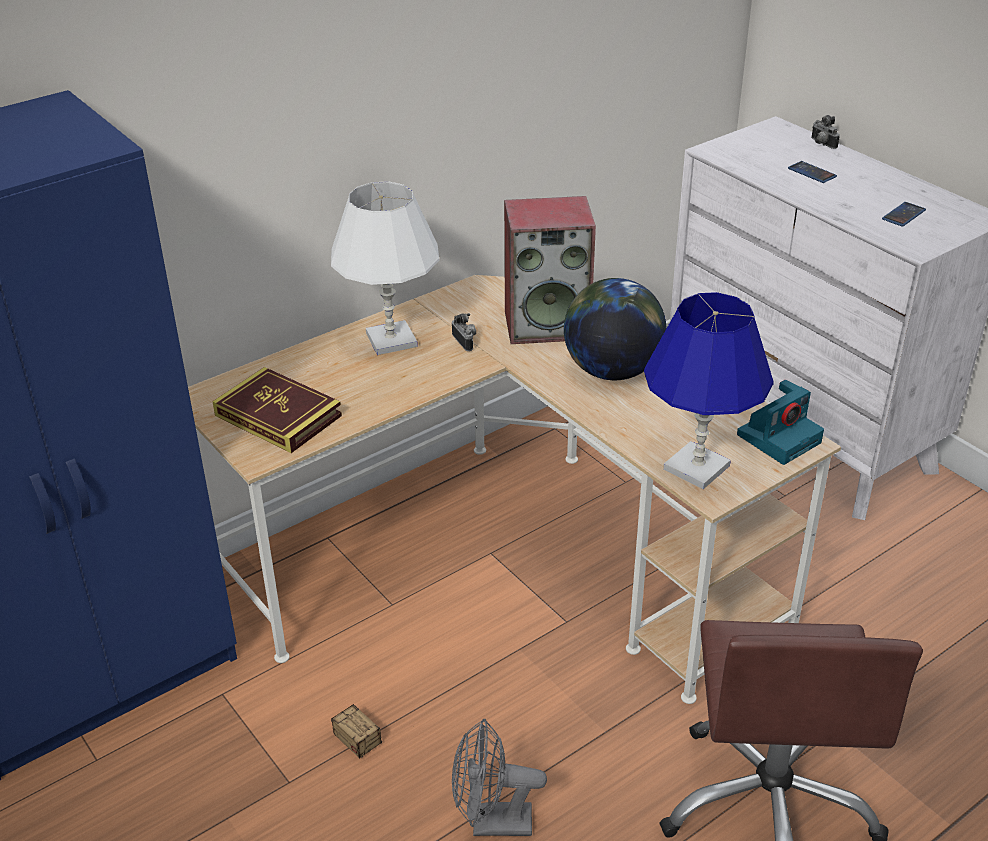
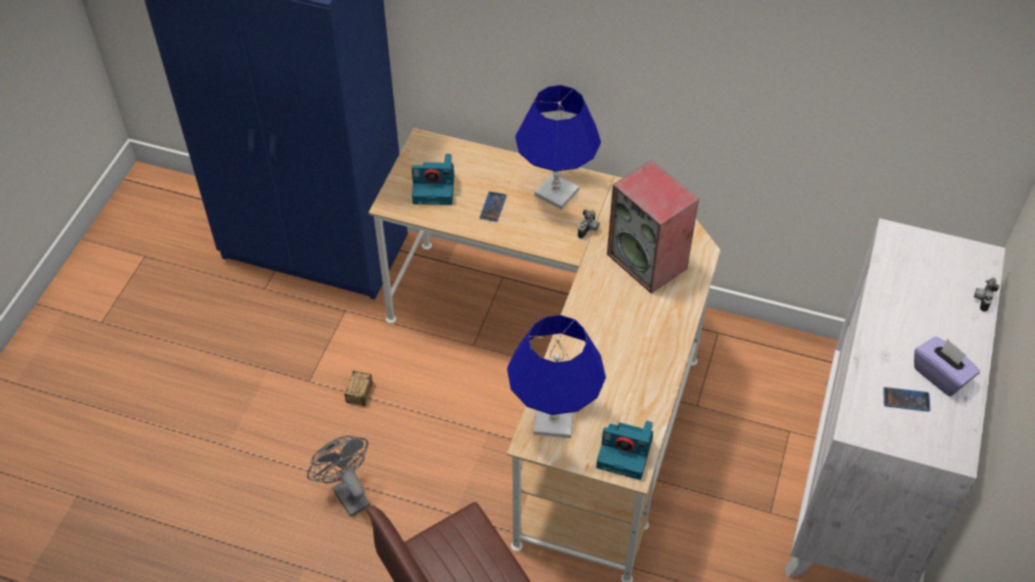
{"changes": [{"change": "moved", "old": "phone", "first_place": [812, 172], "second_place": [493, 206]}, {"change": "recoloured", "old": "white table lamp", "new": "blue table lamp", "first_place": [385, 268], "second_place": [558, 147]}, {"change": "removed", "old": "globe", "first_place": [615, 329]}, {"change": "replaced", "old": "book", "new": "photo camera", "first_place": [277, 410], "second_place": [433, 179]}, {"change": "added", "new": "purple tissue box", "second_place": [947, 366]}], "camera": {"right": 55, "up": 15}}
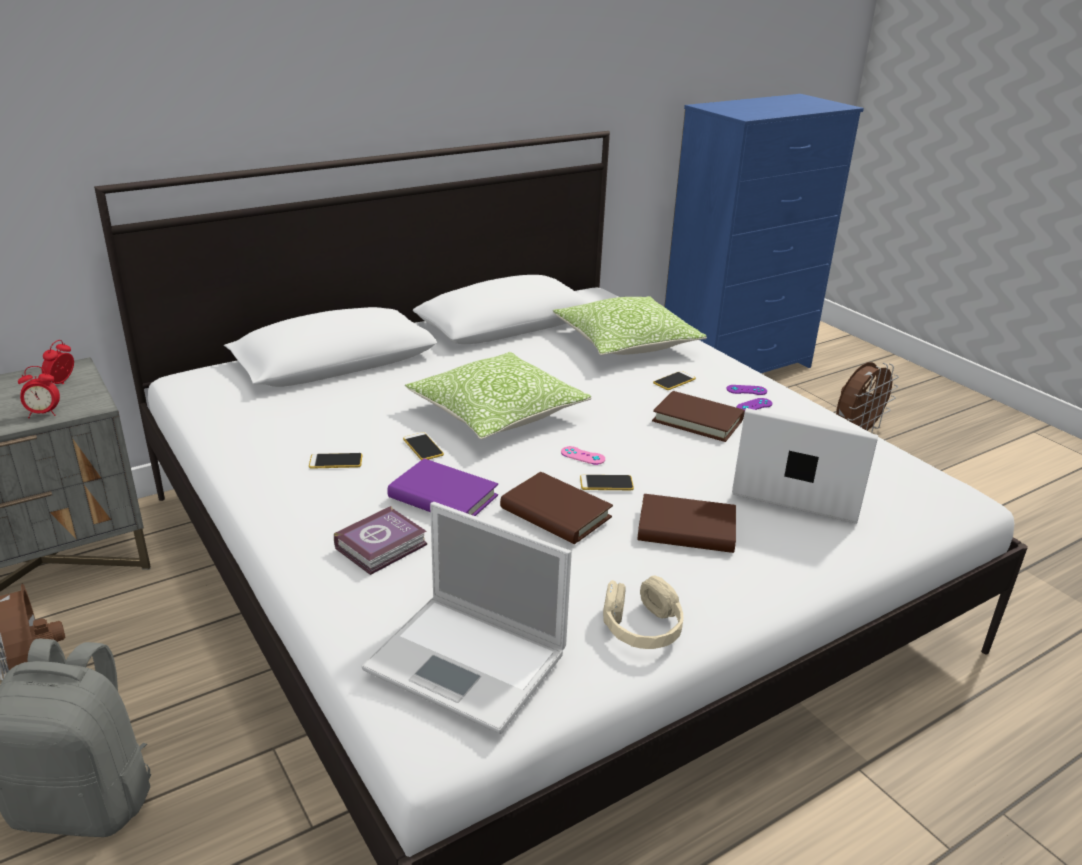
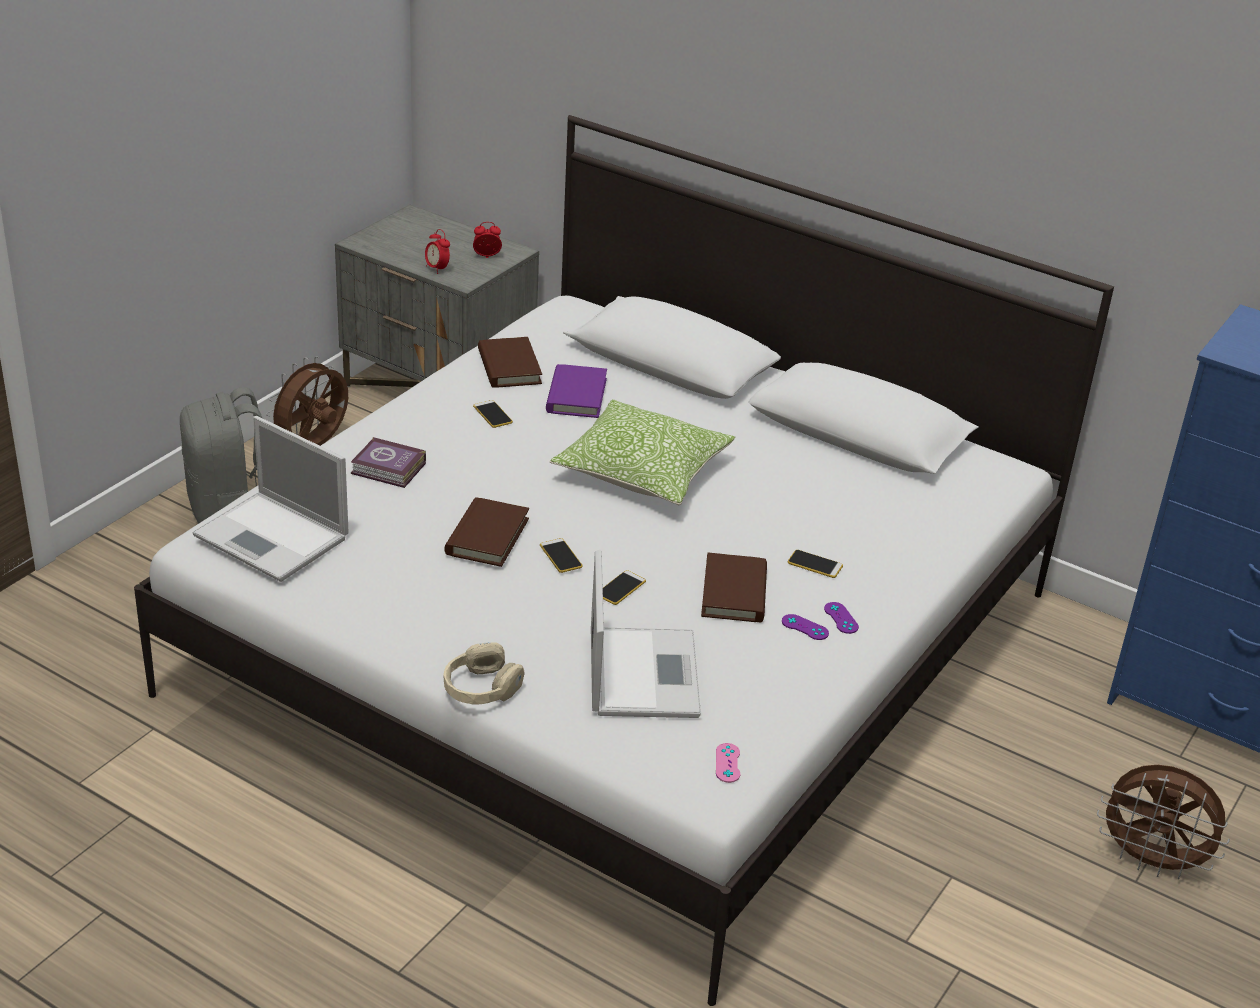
{"changes": [{"change": "removed", "old": "pillow", "first_place": [630, 325]}, {"change": "moved", "old": "phone", "first_place": [423, 446], "second_place": [624, 587]}, {"change": "moved", "old": "pink game controller", "first_place": [583, 455], "second_place": [728, 763]}, {"change": "moved", "old": "purple book", "first_place": [442, 487], "second_place": [576, 391]}, {"change": "moved", "old": "brown book", "first_place": [686, 523], "second_place": [510, 362]}, {"change": "turned", "old": "laptop", "first_place": [467, 618], "second_place": [271, 499], "degrees": -60}, {"change": "moved", "old": "beige headphones", "first_place": [643, 612], "second_place": [484, 673]}], "camera": {"right": 65, "up": 5}}
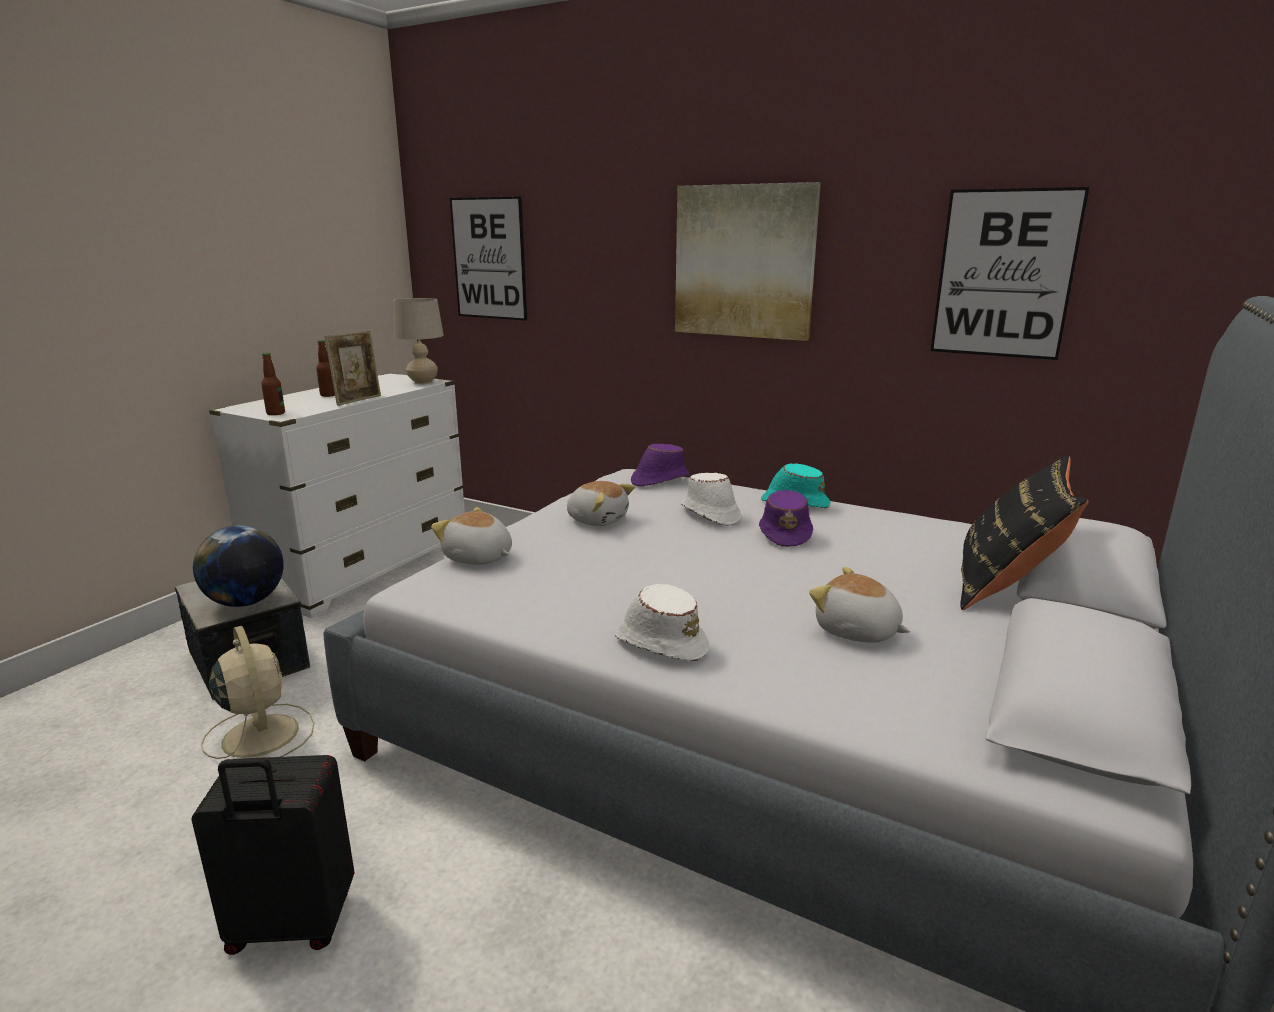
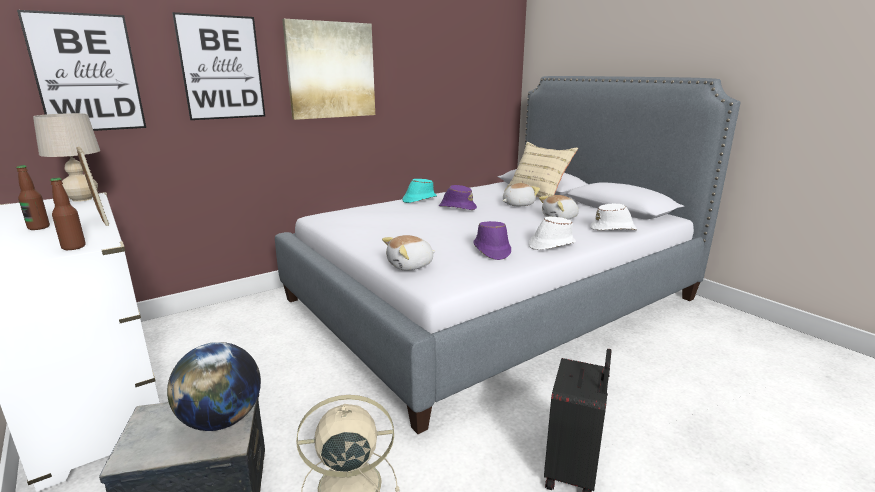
{"changes": [{"change": "moved", "old": "picture", "first_place": [1009, 273], "second_place": [218, 66]}, {"change": "moved", "old": "purple hat", "first_place": [660, 465], "second_place": [492, 240]}, {"change": "recoloured", "old": "black pillow", "new": "beige pillow", "first_place": [1024, 532], "second_place": [541, 169]}, {"change": "moved", "old": "white hat", "first_place": [711, 499], "second_place": [613, 216]}, {"change": "moved", "old": "plush toy", "first_place": [601, 503], "second_place": [521, 194]}], "camera": {"right": -65, "up": 0}}
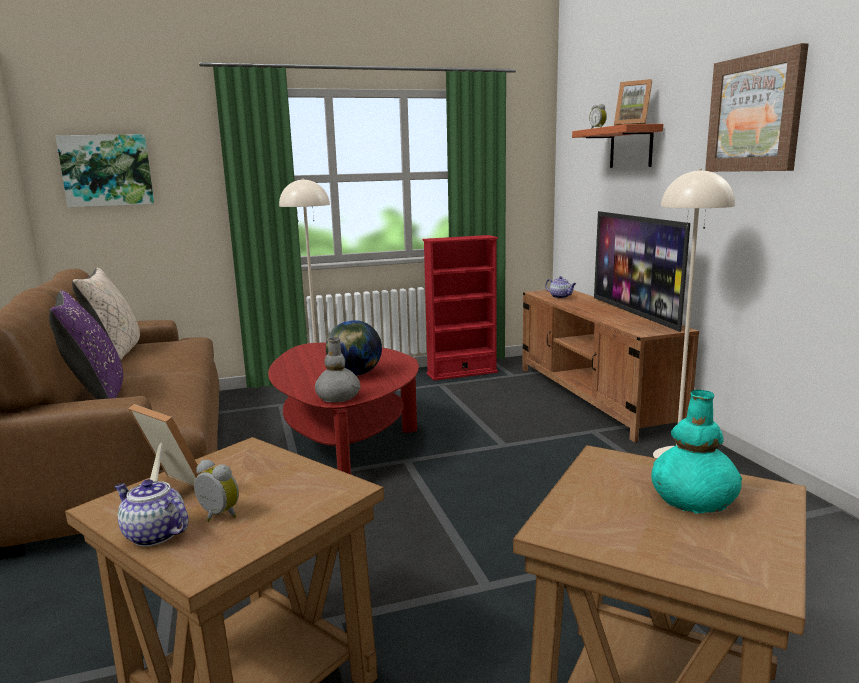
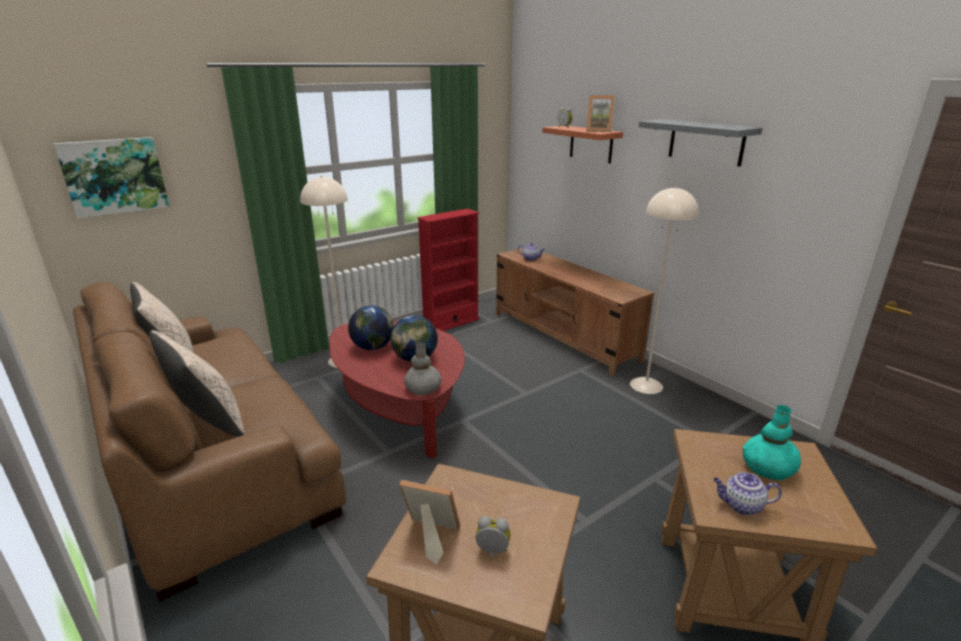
{"changes": [{"change": "replaced", "old": "picture", "new": "grey shelf", "first_place": [756, 107], "second_place": [701, 143]}, {"change": "removed", "old": "television", "first_place": [642, 271]}, {"change": "recoloured", "old": "purple pillow", "new": "beige pillow", "first_place": [86, 344], "second_place": [196, 383]}, {"change": "moved", "old": "teapot", "first_place": [151, 513], "second_place": [747, 493]}, {"change": "added", "new": "globe", "second_place": [371, 327]}], "camera": {"right": -20, "up": 10}}
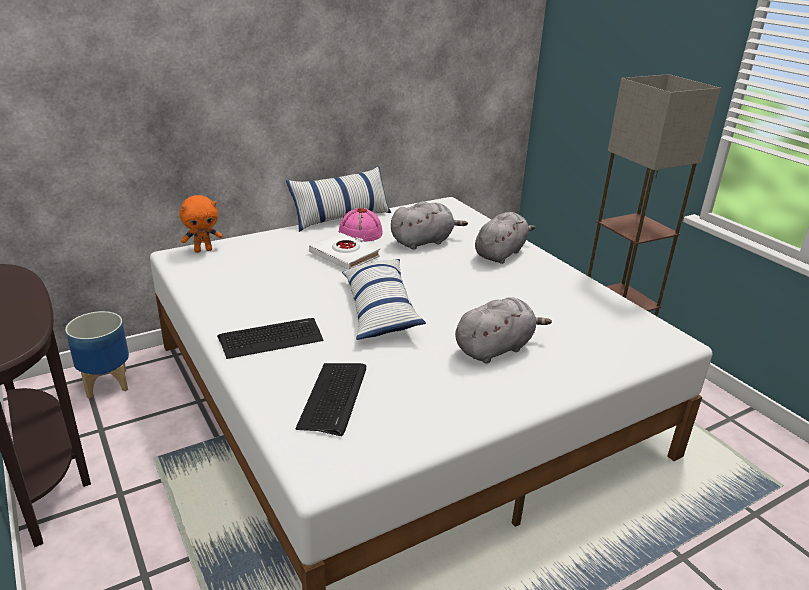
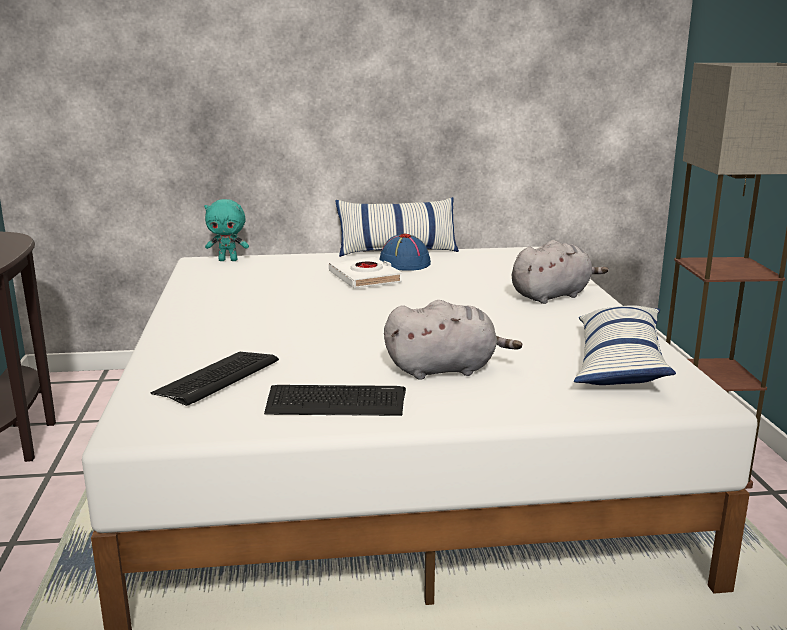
{"changes": [{"change": "recoloured", "old": "orange plush toy", "new": "turquoise plush toy", "first_place": [201, 224], "second_place": [226, 230]}, {"change": "removed", "old": "grey plush toy", "first_place": [429, 225]}, {"change": "recoloured", "old": "pink hat", "new": "blue hat", "first_place": [361, 225], "second_place": [405, 252]}, {"change": "moved", "old": "pillow", "first_place": [384, 299], "second_place": [625, 345]}, {"change": "removed", "old": "planter", "first_place": [97, 355]}, {"change": "moved", "old": "keyboard", "first_place": [270, 338], "second_place": [335, 400]}], "camera": {"right": 25, "up": -10}}
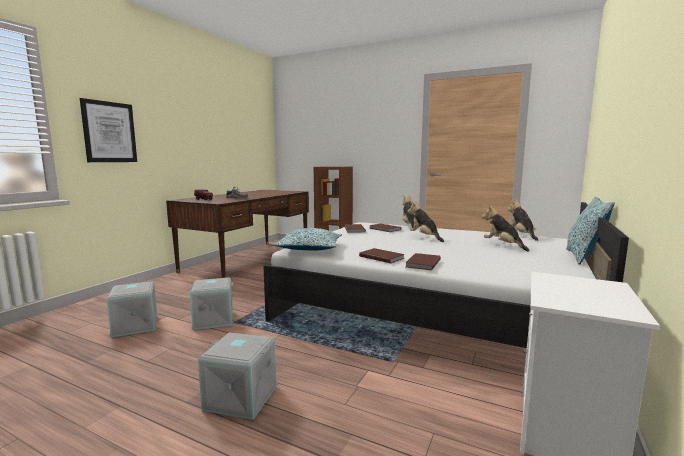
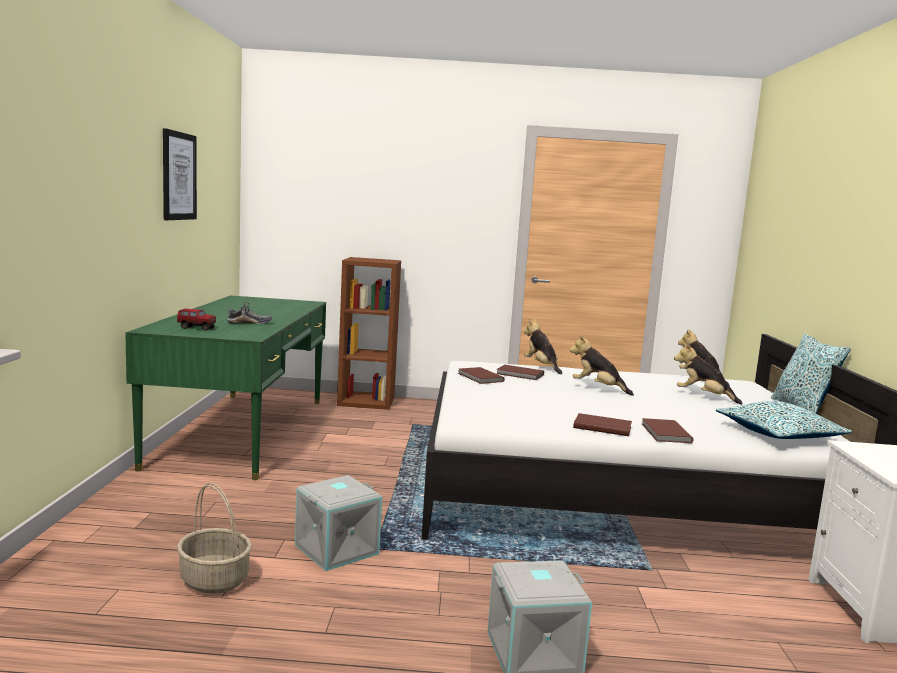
{"changes": [{"change": "moved", "old": "picture", "first_place": [108, 130], "second_place": [180, 174]}, {"change": "recoloured", "old": "brown desk", "new": "green desk", "first_place": [237, 234], "second_place": [225, 388]}, {"change": "moved", "old": "pillow", "first_place": [307, 239], "second_place": [784, 420]}, {"change": "replaced", "old": "grey storage box", "new": "basket", "first_place": [132, 309], "second_place": [214, 538]}], "camera": {"right": -25, "up": 0}}
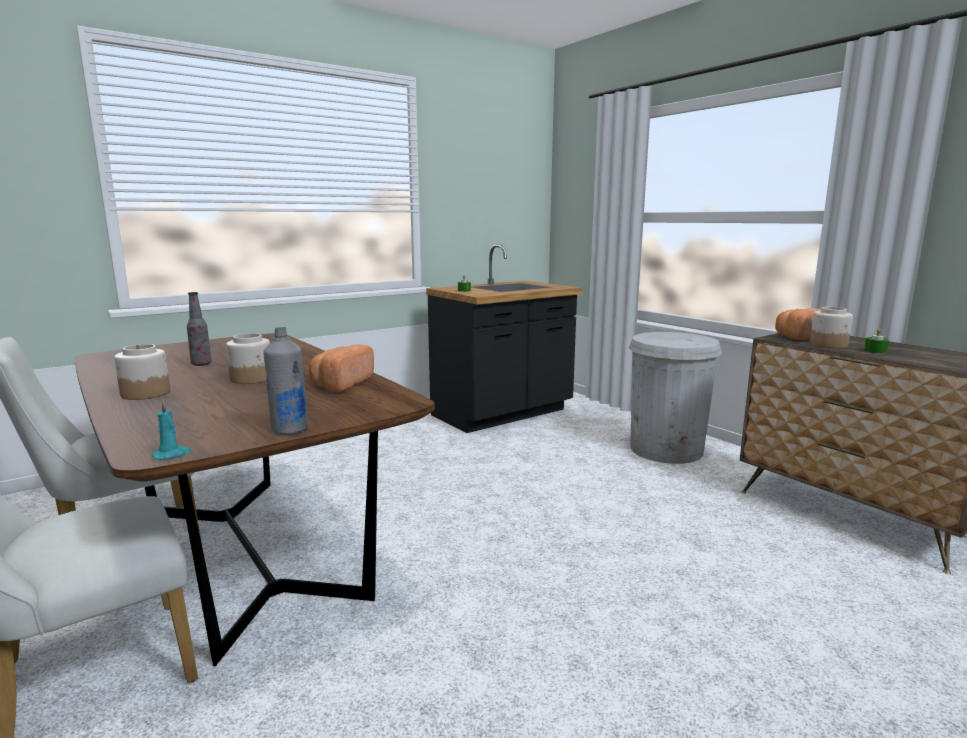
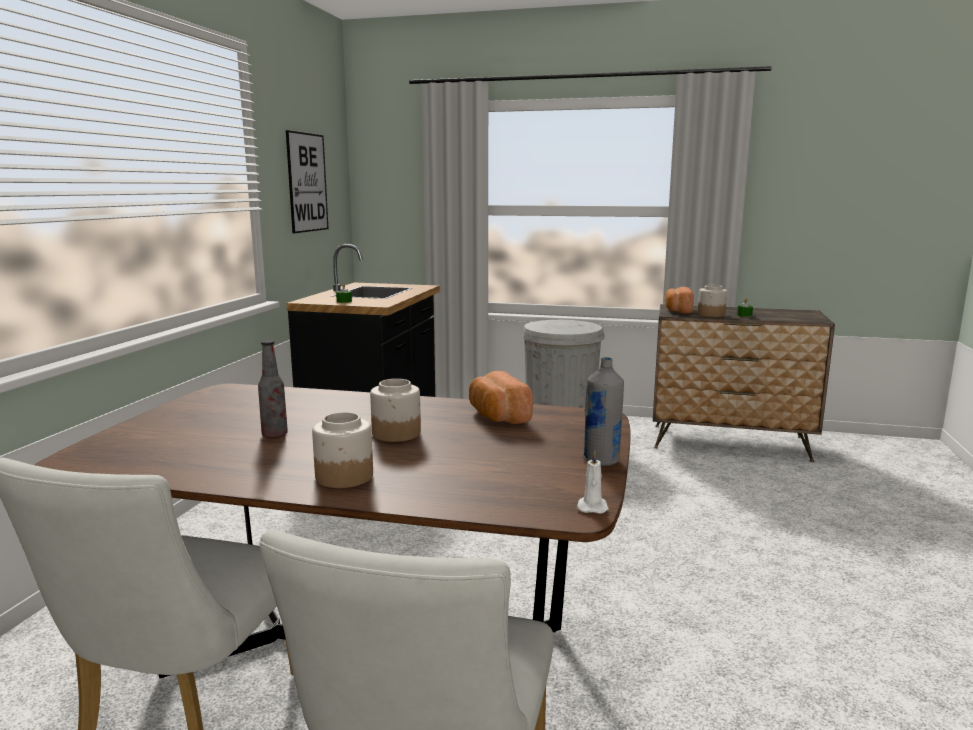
{"changes": [{"change": "recoloured", "old": "turquoise candle", "new": "white candle", "first_place": [171, 430], "second_place": [593, 482]}, {"change": "added", "new": "picture", "second_place": [307, 181]}], "camera": {"right": -40, "up": 0}}
